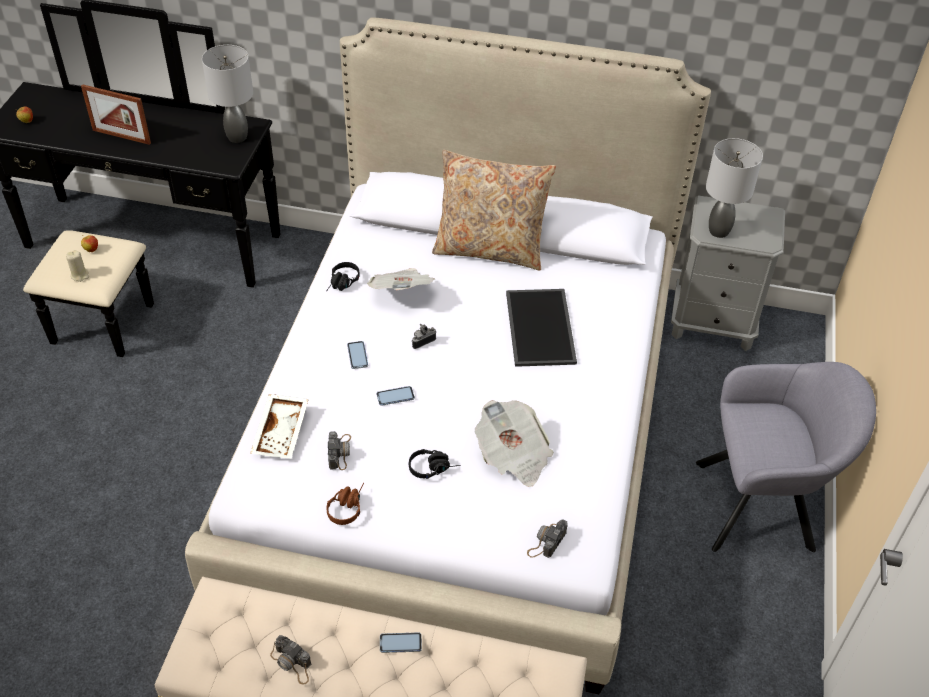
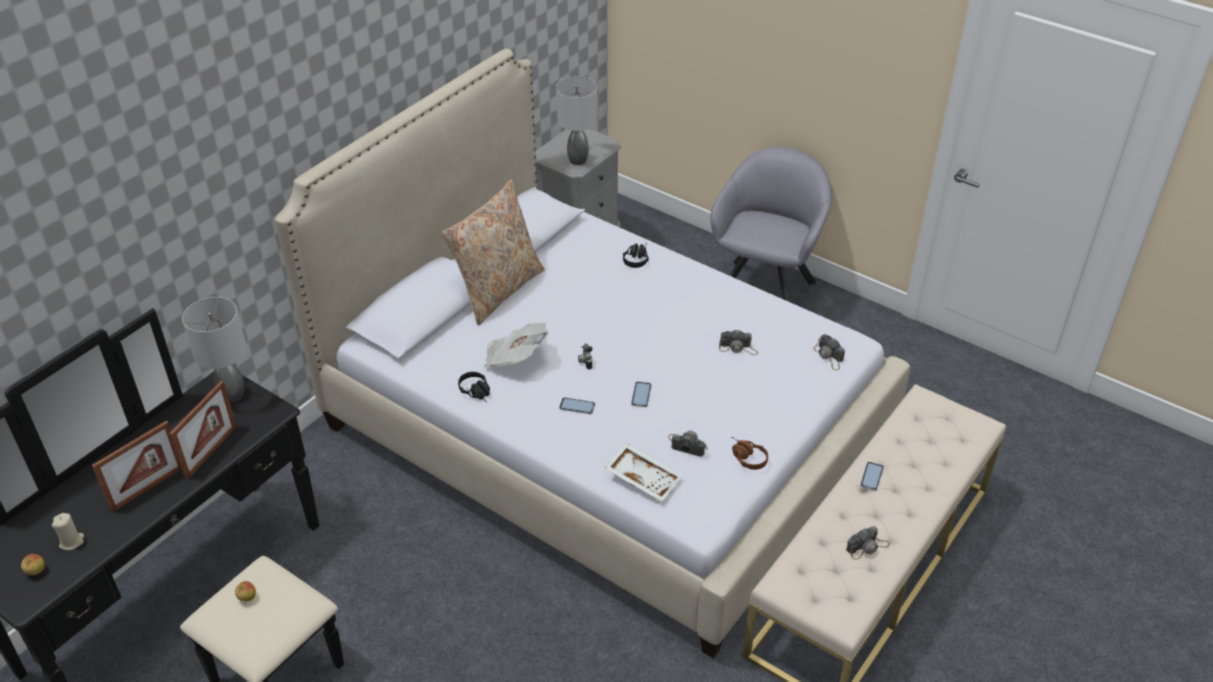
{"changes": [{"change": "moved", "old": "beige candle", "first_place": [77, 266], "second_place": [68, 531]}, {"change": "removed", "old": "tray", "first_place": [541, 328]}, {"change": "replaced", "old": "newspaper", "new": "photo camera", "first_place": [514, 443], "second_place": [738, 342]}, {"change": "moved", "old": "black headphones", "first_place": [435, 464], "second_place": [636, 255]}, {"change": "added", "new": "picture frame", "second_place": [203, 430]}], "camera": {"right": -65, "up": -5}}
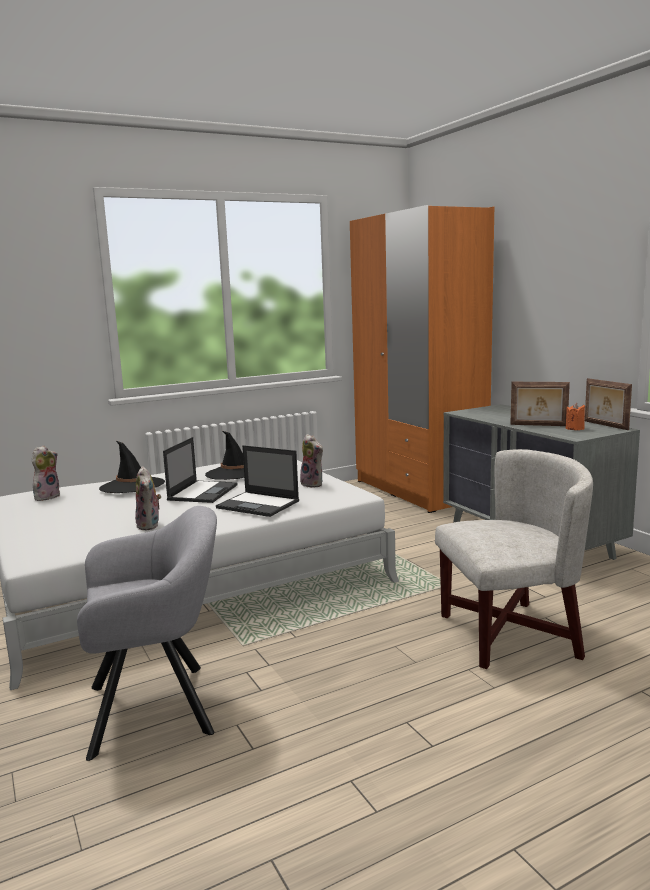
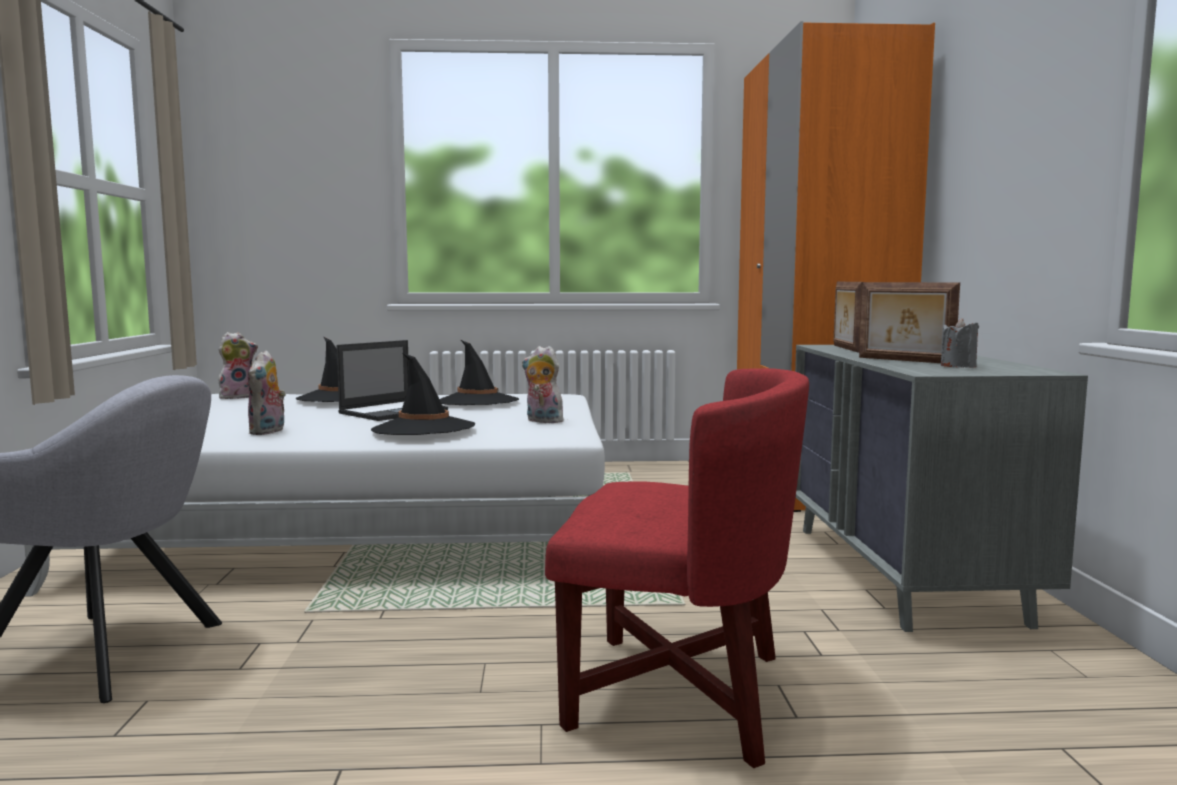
{"changes": [{"change": "moved", "old": "picture frame", "first_place": [608, 404], "second_place": [848, 317]}, {"change": "recoloured", "old": "orange candle", "new": "grey candle", "first_place": [575, 416], "second_place": [960, 343]}, {"change": "turned", "old": "plush toy", "first_place": [311, 461], "second_place": [544, 384], "degrees": 135}, {"change": "replaced", "old": "laptop", "new": "black hat", "first_place": [257, 481], "second_place": [423, 394]}, {"change": "recoloured", "old": "white armchair", "new": "red armchair", "first_place": [514, 559], "second_place": [677, 568]}], "camera": {"right": 25, "up": -5}}
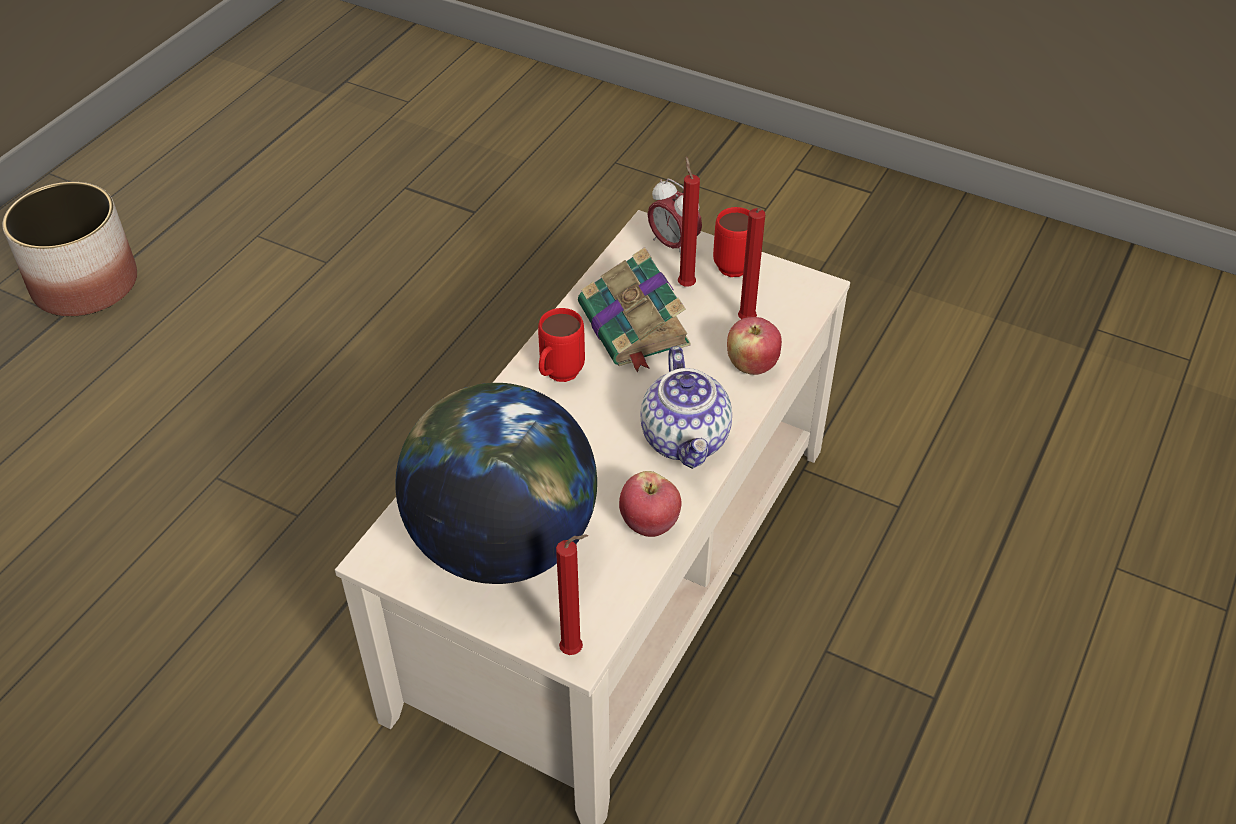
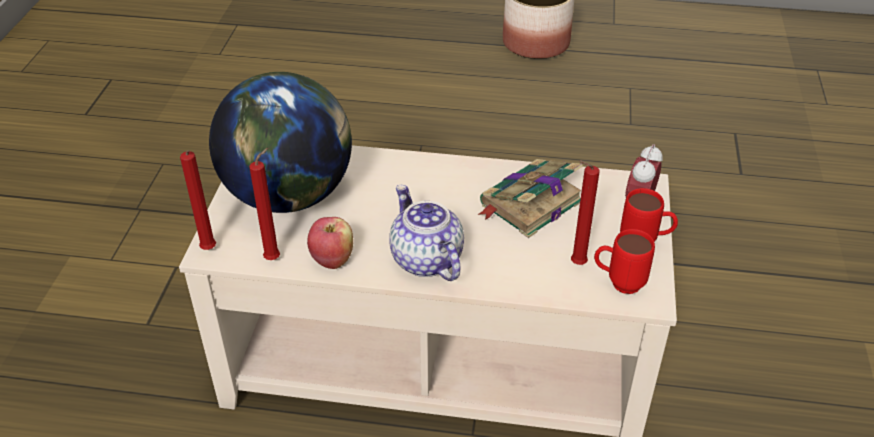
{"changes": [{"change": "moved", "old": "red candle", "first_place": [689, 222], "second_place": [264, 204]}, {"change": "moved", "old": "red mug", "first_place": [561, 345], "second_place": [624, 261]}, {"change": "removed", "old": "apple", "first_place": [754, 346]}, {"change": "turned", "old": "teapot", "first_place": [686, 407], "second_place": [426, 233], "degrees": 90}], "camera": {"right": 70, "up": -5}}
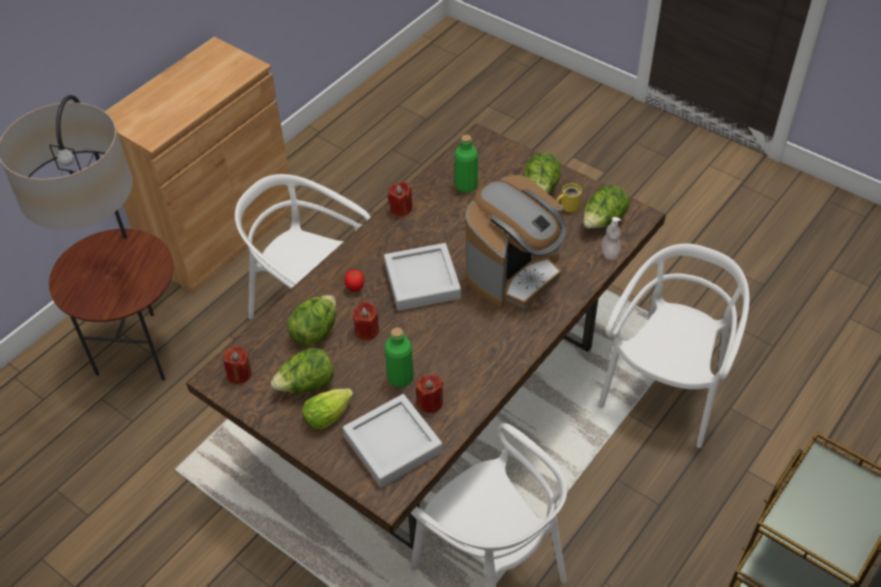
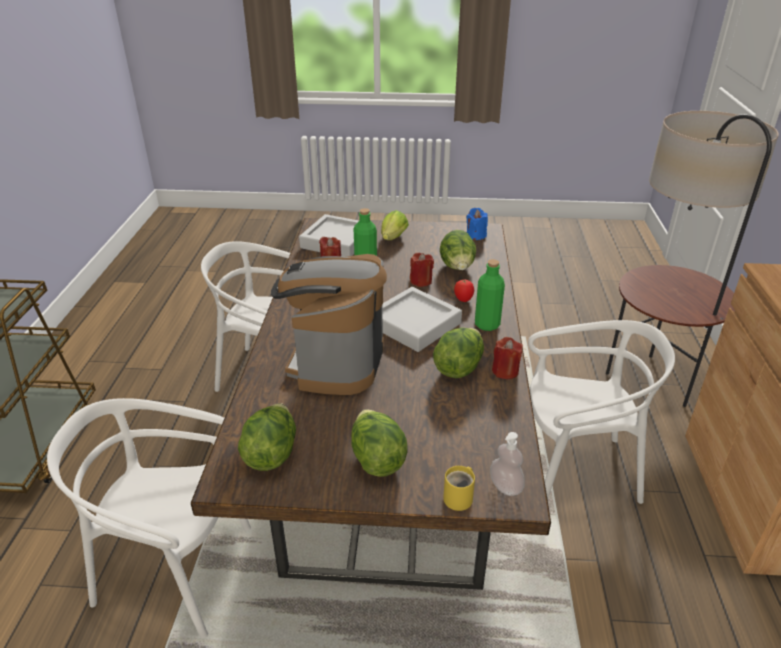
{"changes": [{"change": "moved", "old": "green bottle", "first_place": [466, 164], "second_place": [490, 295]}, {"change": "moved", "old": "yellow mug", "first_place": [569, 197], "second_place": [459, 488]}, {"change": "moved", "old": "soap dispenser", "first_place": [611, 238], "second_place": [507, 464]}, {"change": "turned", "old": "white chair", "first_place": [674, 346], "second_place": [149, 518], "degrees": 105}, {"change": "recoloured", "old": "red candle", "new": "blue candle", "first_place": [237, 365], "second_place": [477, 224]}, {"change": "moved", "old": "lettuce", "first_place": [302, 370], "second_place": [458, 353]}], "camera": {"right": 145, "up": -15}}
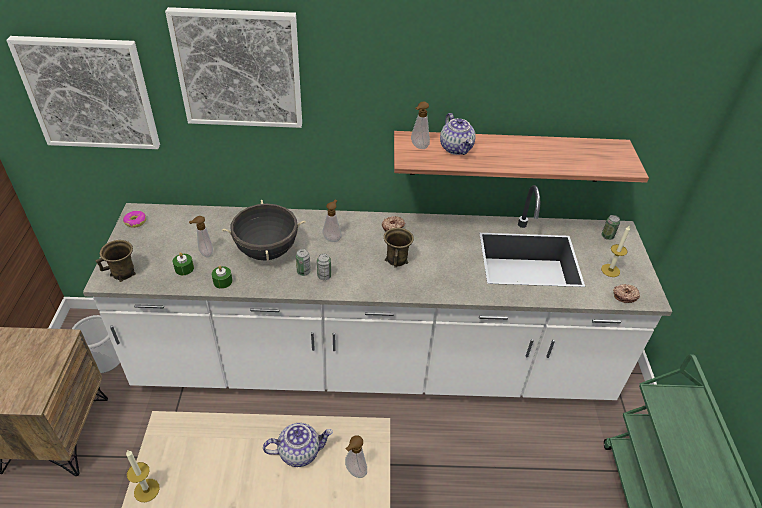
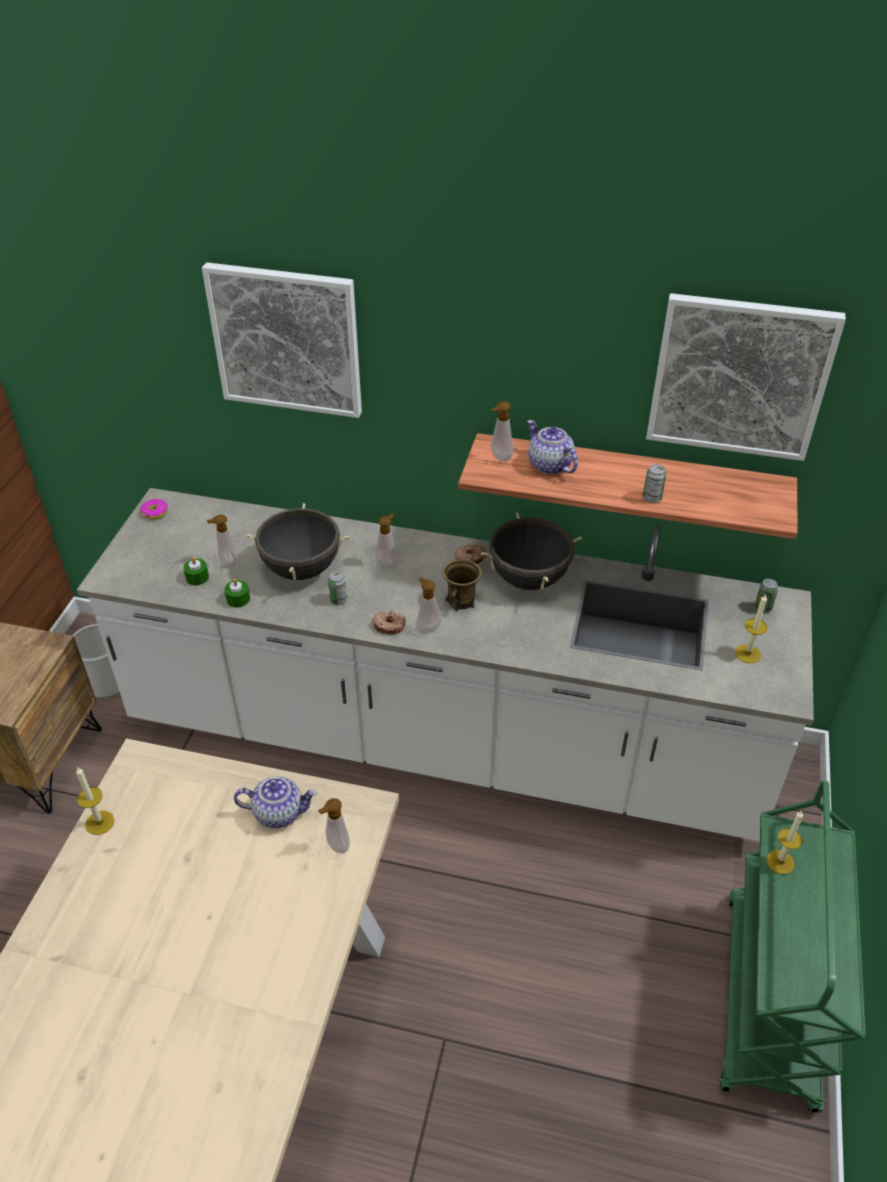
{"changes": [{"change": "moved", "old": "picture", "first_place": [83, 92], "second_place": [746, 377]}, {"change": "turned", "old": "teapot", "first_place": [458, 134], "second_place": [552, 447], "degrees": 150}, {"change": "removed", "old": "brown mug", "first_place": [116, 261]}, {"change": "moved", "old": "can", "first_place": [324, 267], "second_place": [654, 483]}, {"change": "moved", "old": "donut", "first_place": [626, 293], "second_place": [389, 622]}, {"change": "added", "new": "black cooking pot", "second_place": [531, 551]}, {"change": "added", "new": "soap dispenser", "second_place": [429, 605]}, {"change": "added", "new": "candle", "second_place": [784, 842]}], "camera": {"right": 15, "up": 0}}
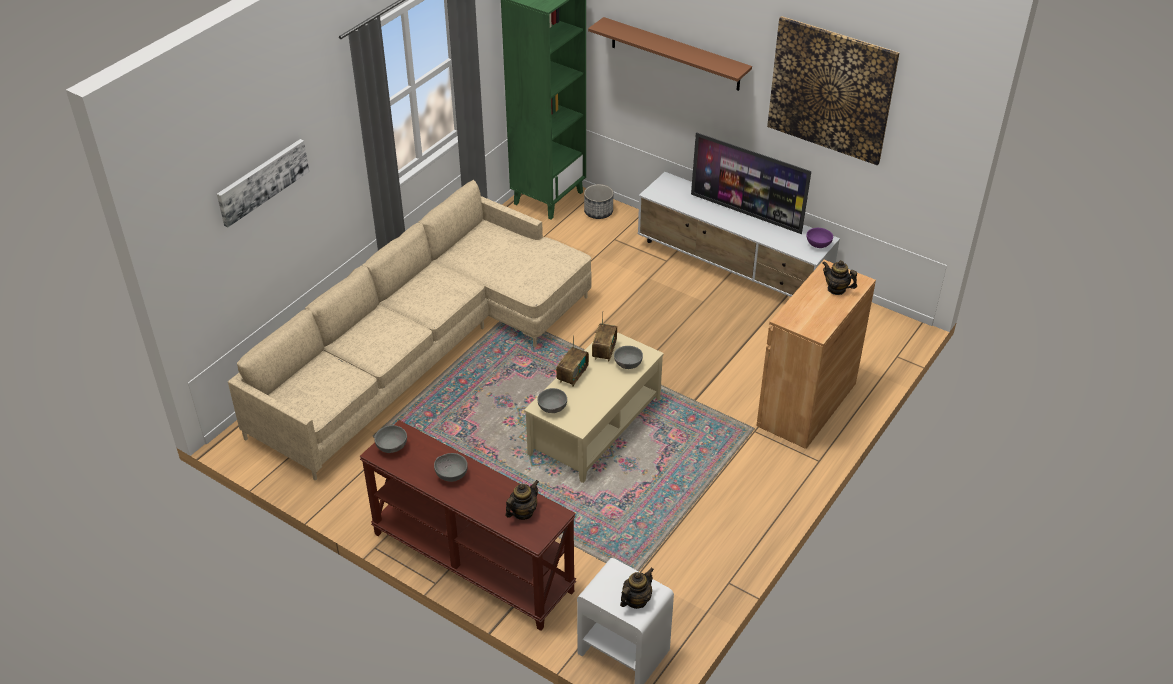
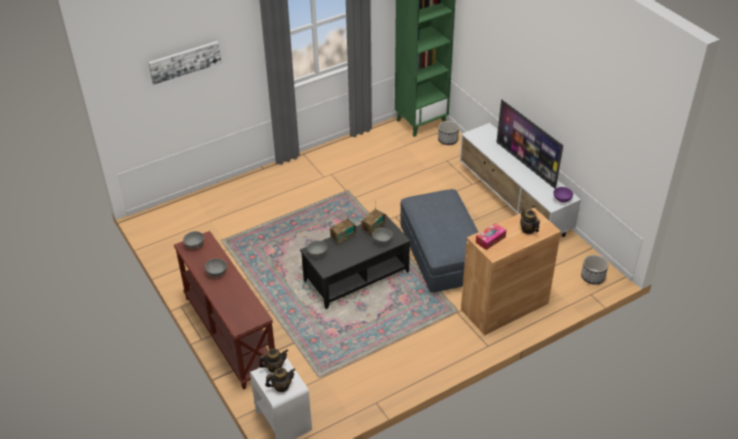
{"changes": [{"change": "removed", "old": "picture", "first_place": [833, 90]}, {"change": "removed", "old": "brown shelf", "first_place": [670, 54]}, {"change": "removed", "old": "beige sofa", "first_place": [409, 330]}, {"change": "recoloured", "old": "beige coffee table", "new": "black coffee table", "first_place": [594, 407], "second_place": [355, 261]}, {"change": "moved", "old": "teapot", "first_place": [522, 500], "second_place": [273, 360]}, {"change": "added", "new": "grey ottoman", "second_place": [439, 241]}, {"change": "added", "new": "tissue box", "second_place": [491, 236]}, {"change": "added", "new": "planter", "second_place": [594, 270]}], "camera": {"right": 25, "up": 0}}
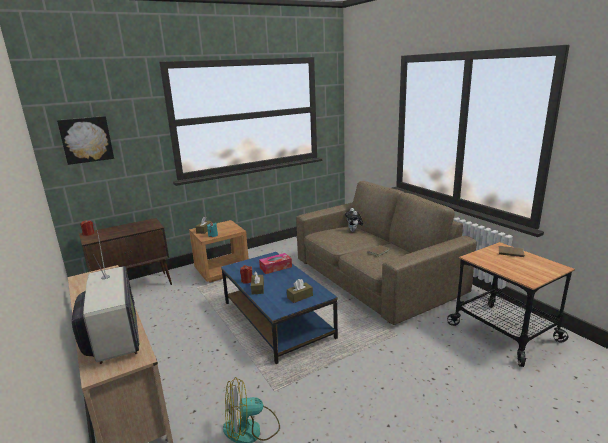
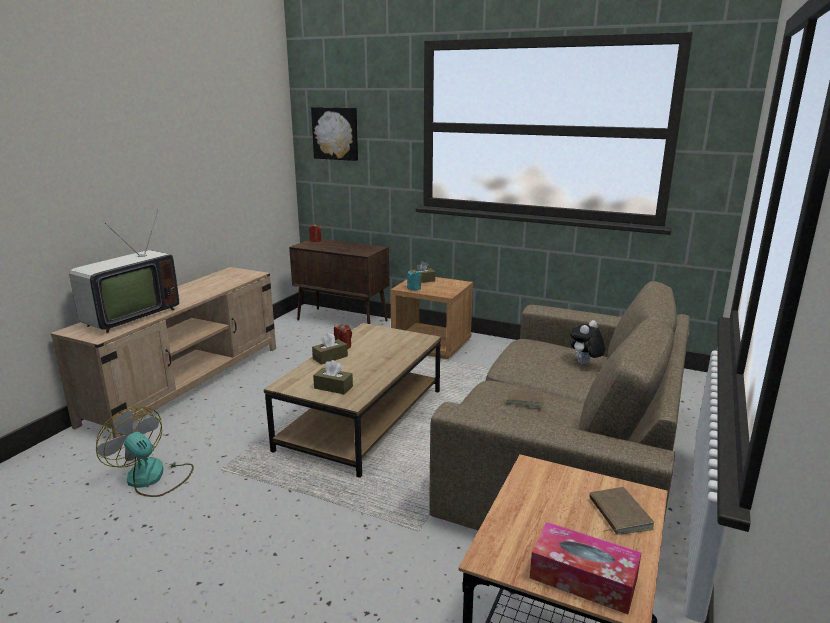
{"changes": [{"change": "recoloured", "old": "blue coffee table", "new": "brown coffee table", "first_place": [279, 308], "second_place": [352, 400]}, {"change": "moved", "old": "tissue box", "first_place": [275, 263], "second_place": [586, 568]}], "camera": {"right": 55, "up": 0}}
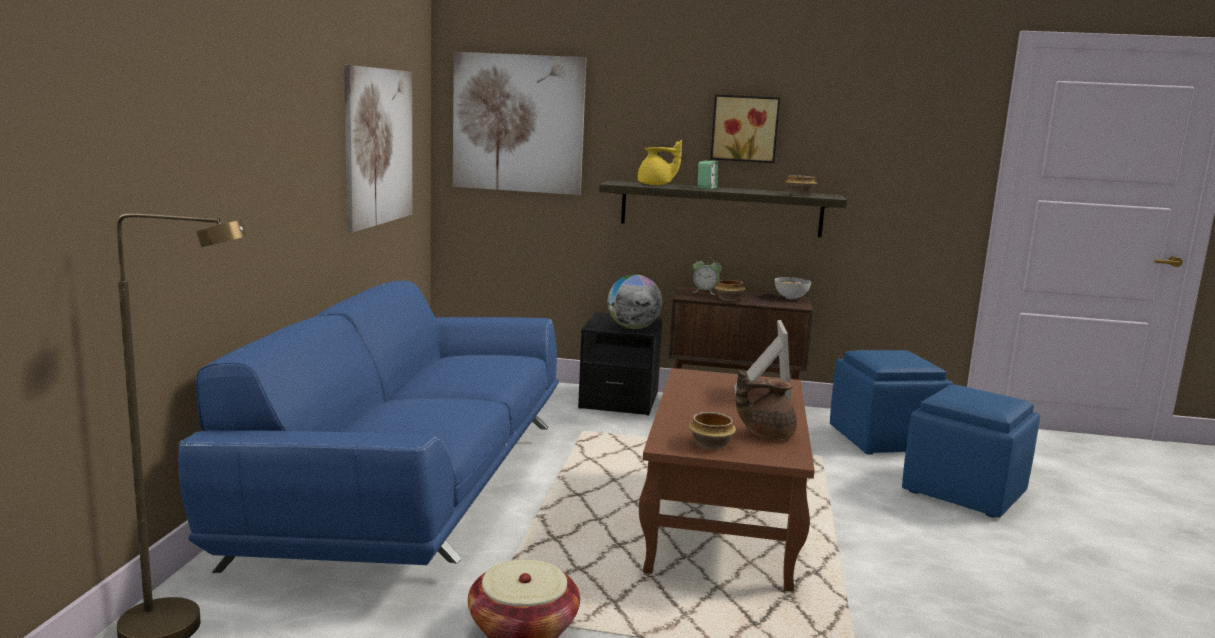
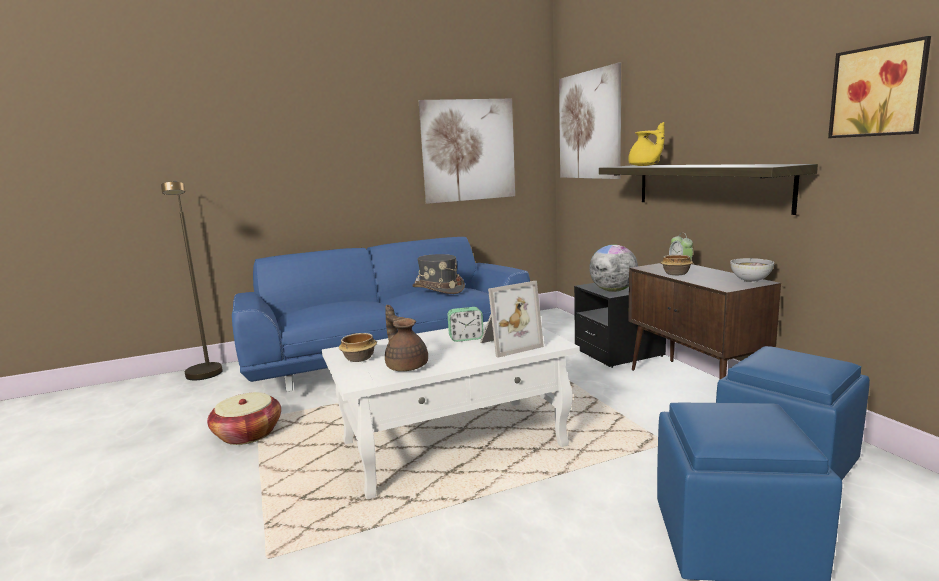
{"changes": [{"change": "moved", "old": "picture", "first_place": [745, 129], "second_place": [879, 87]}, {"change": "moved", "old": "alarm clock", "first_place": [708, 175], "second_place": [465, 324]}, {"change": "removed", "old": "bowl", "first_place": [801, 185]}, {"change": "recoloured", "old": "brown coffee table", "new": "white coffee table", "first_place": [727, 480], "second_place": [451, 410]}, {"change": "added", "new": "grey hat", "second_place": [438, 274]}], "camera": {"right": 60, "up": 0}}
